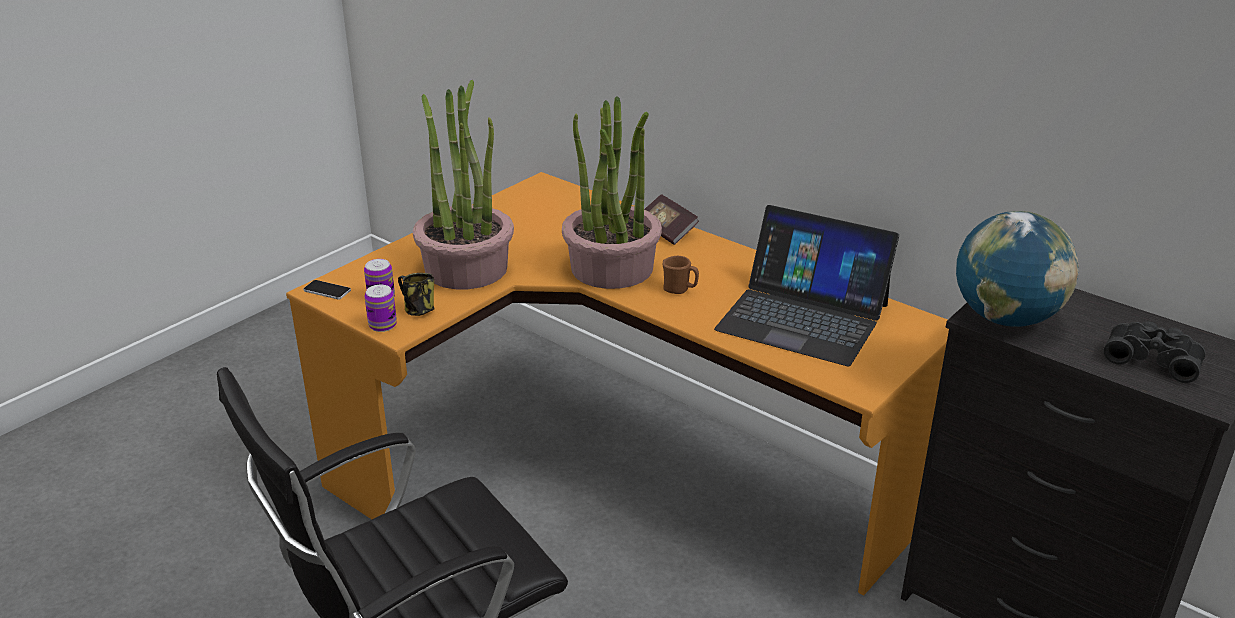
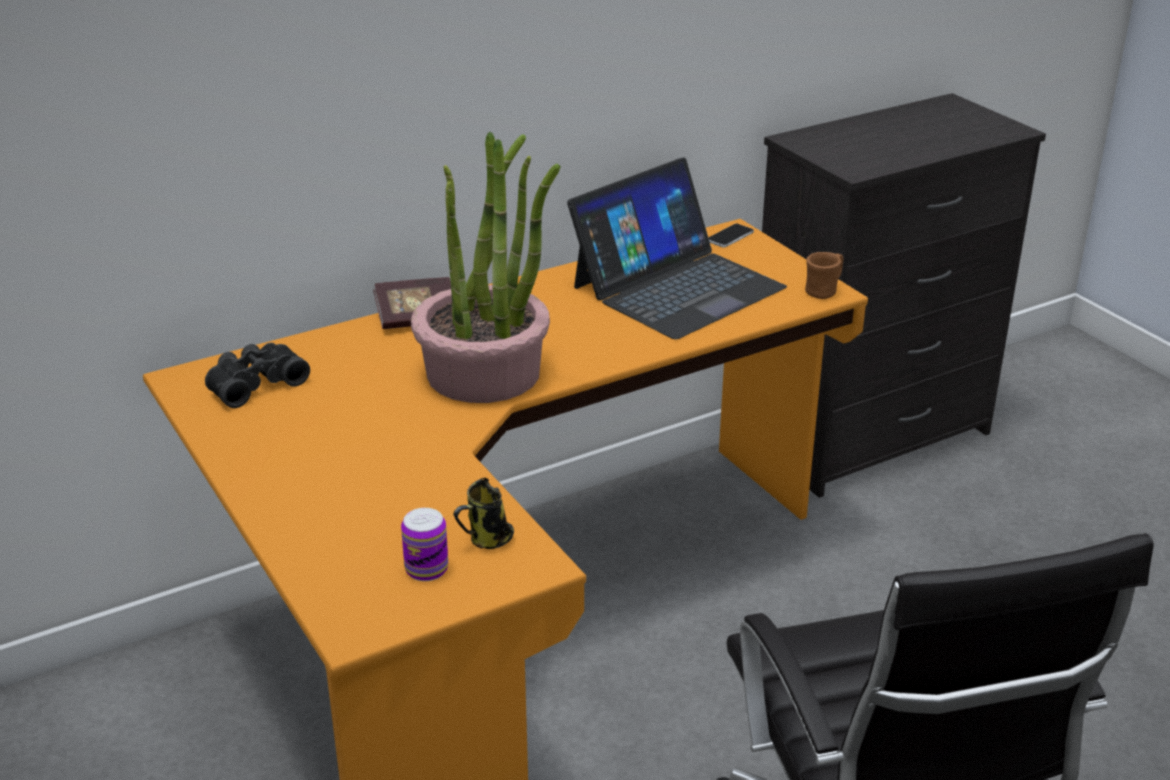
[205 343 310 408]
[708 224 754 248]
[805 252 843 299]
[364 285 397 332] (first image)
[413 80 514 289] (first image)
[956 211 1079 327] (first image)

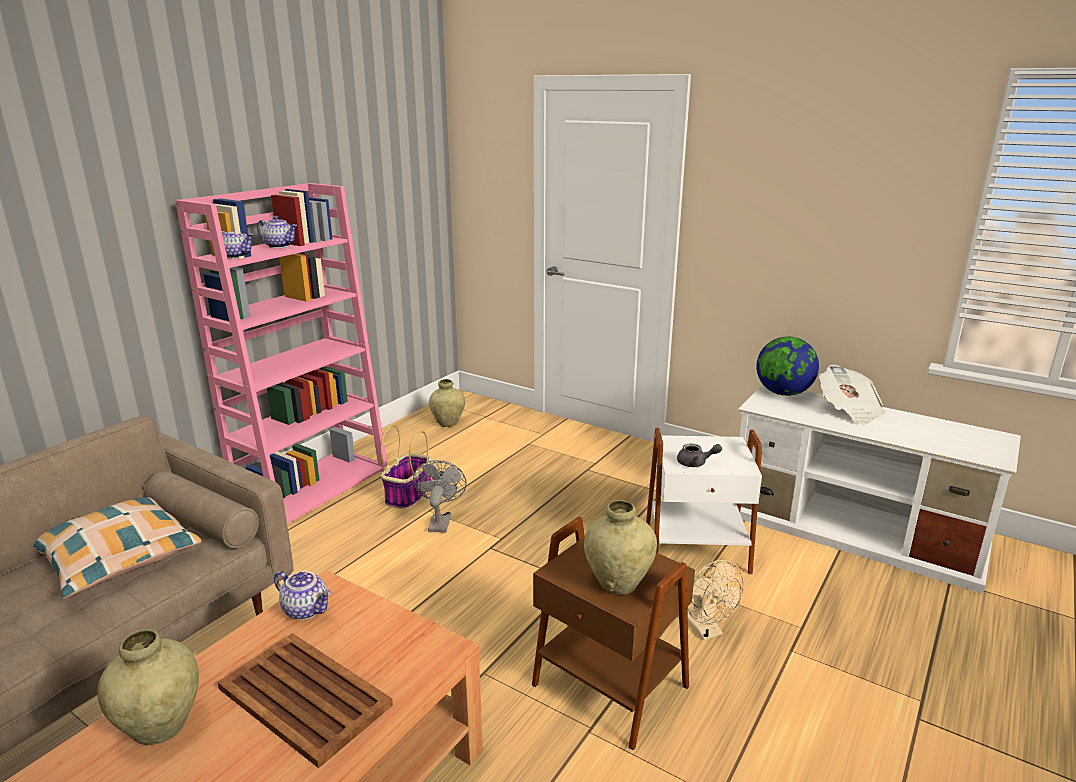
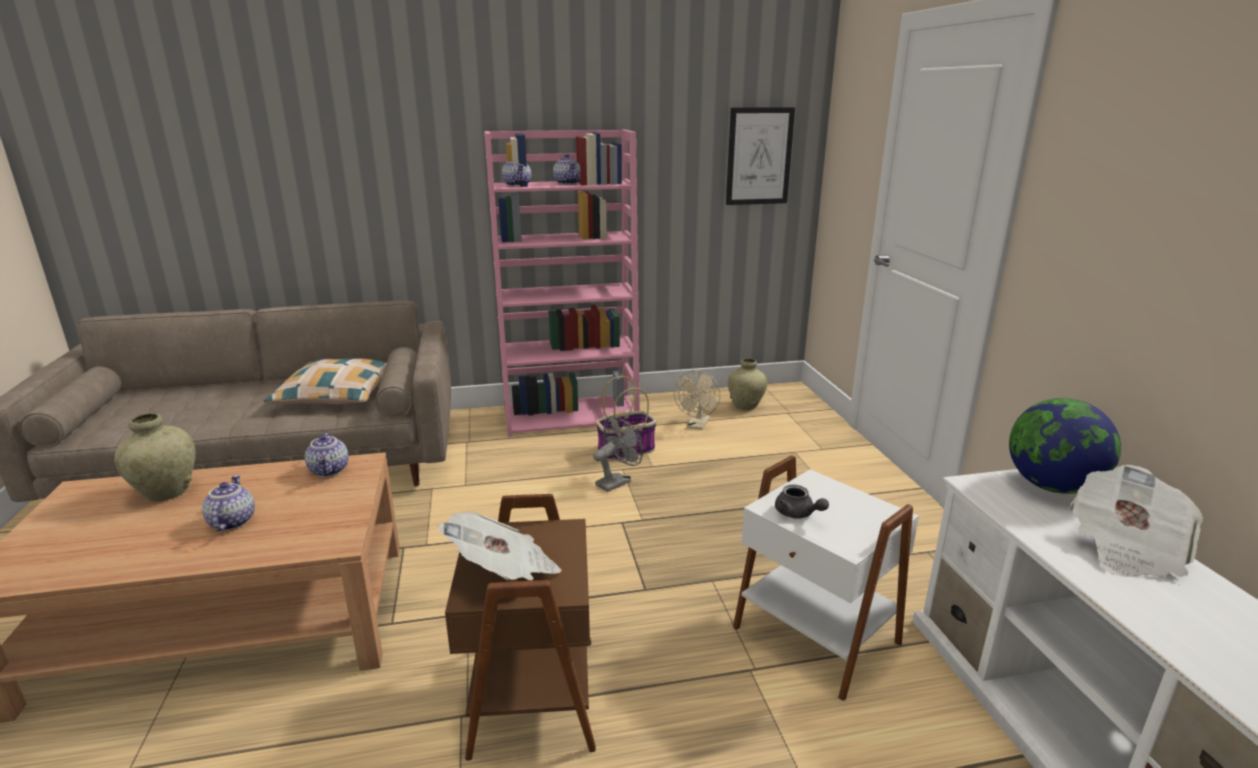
[202 475 255 531]
[437 512 562 581]
[674 370 720 430]
[726 107 795 205]

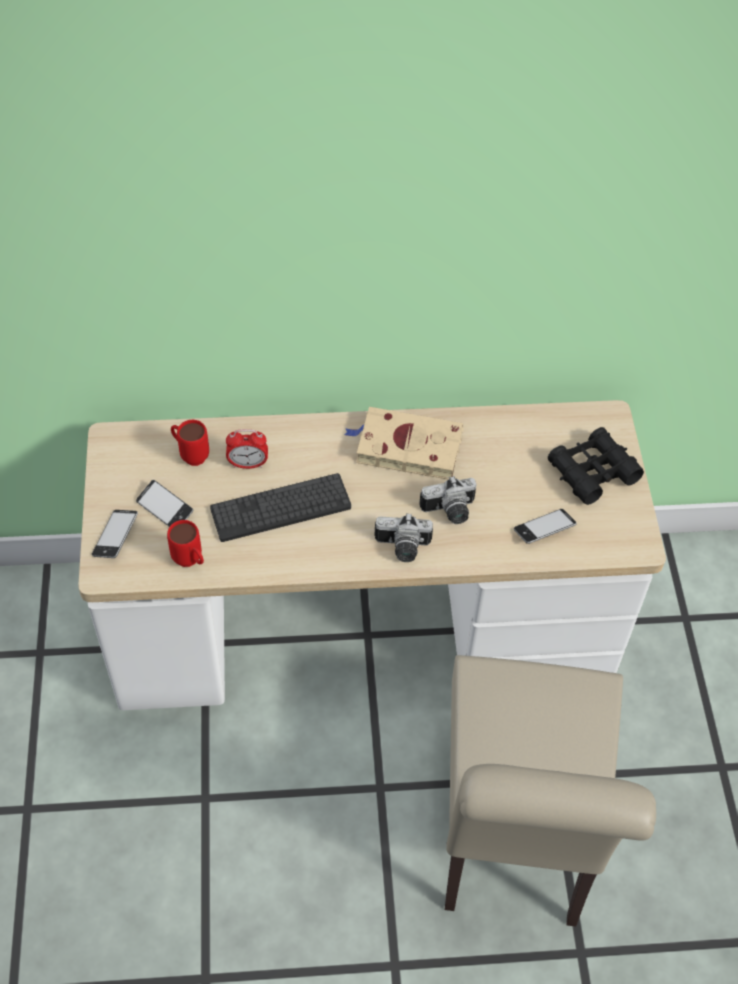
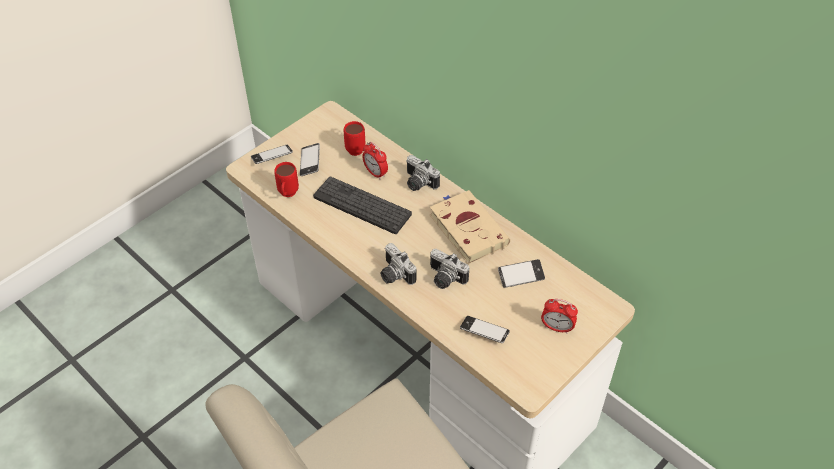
[406 155 440 191]
[498 259 545 288]
[541 299 578 333]

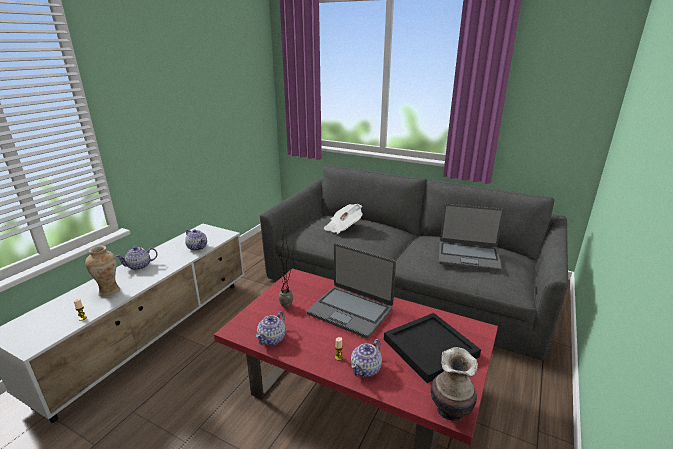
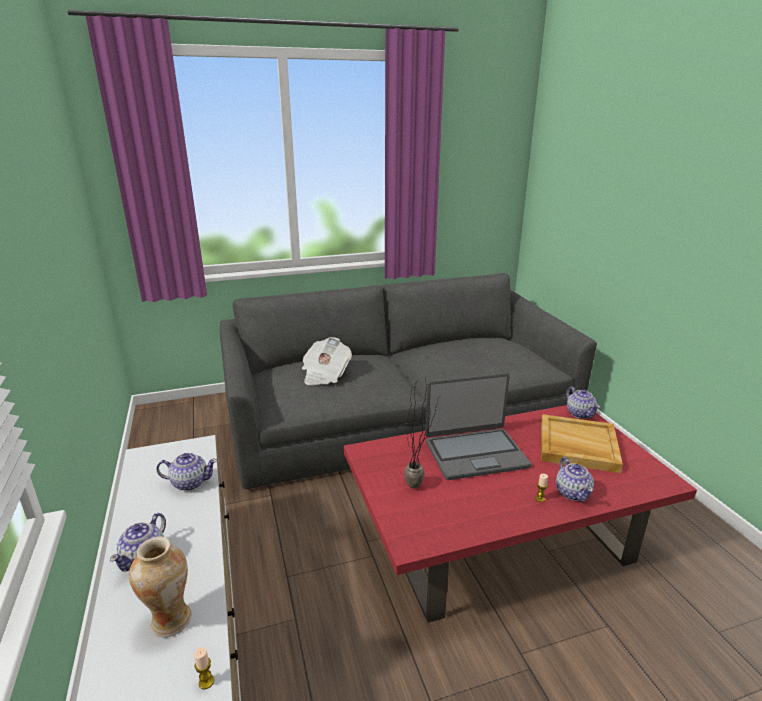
[541 414 623 473]
[566 387 600 419]
[430 347 478 421] (first image)
[439 204 504 271] (first image)

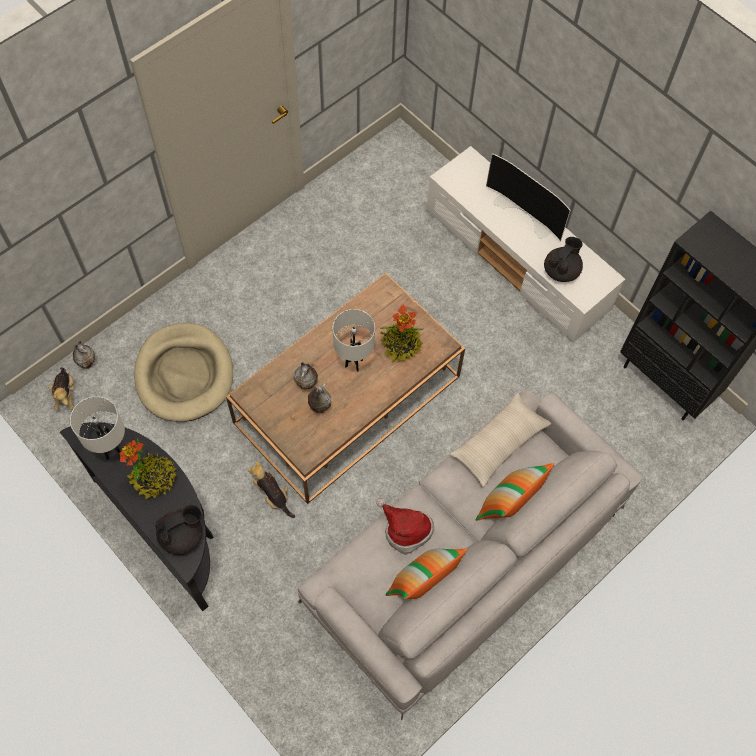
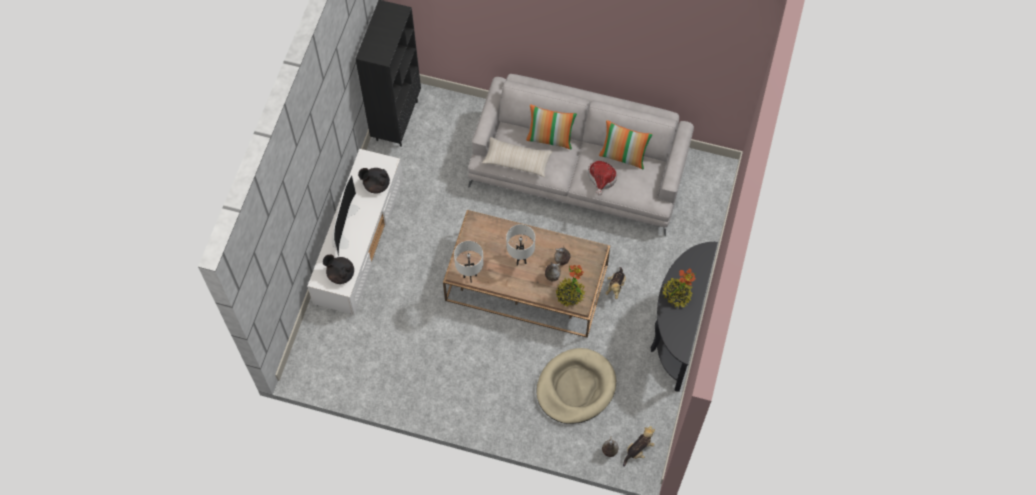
[323 254 354 284]
[454 241 483 283]
[555 265 585 307]

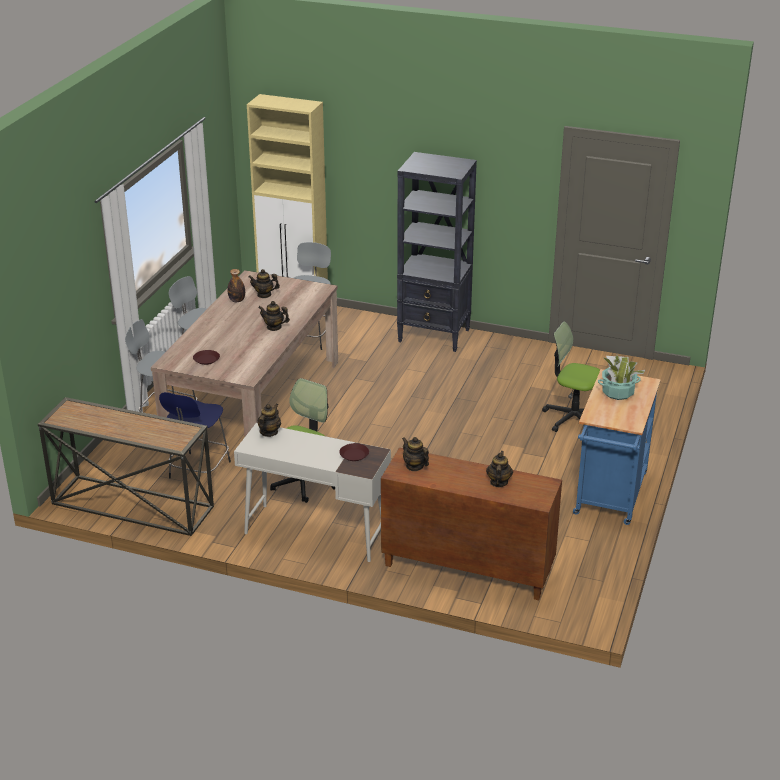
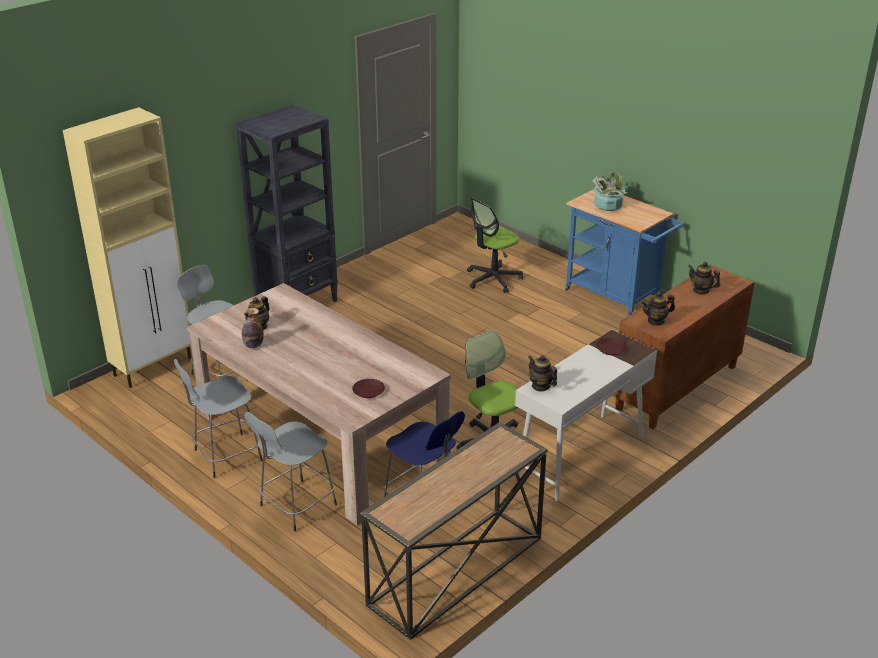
[258 301 290 331] (first image)

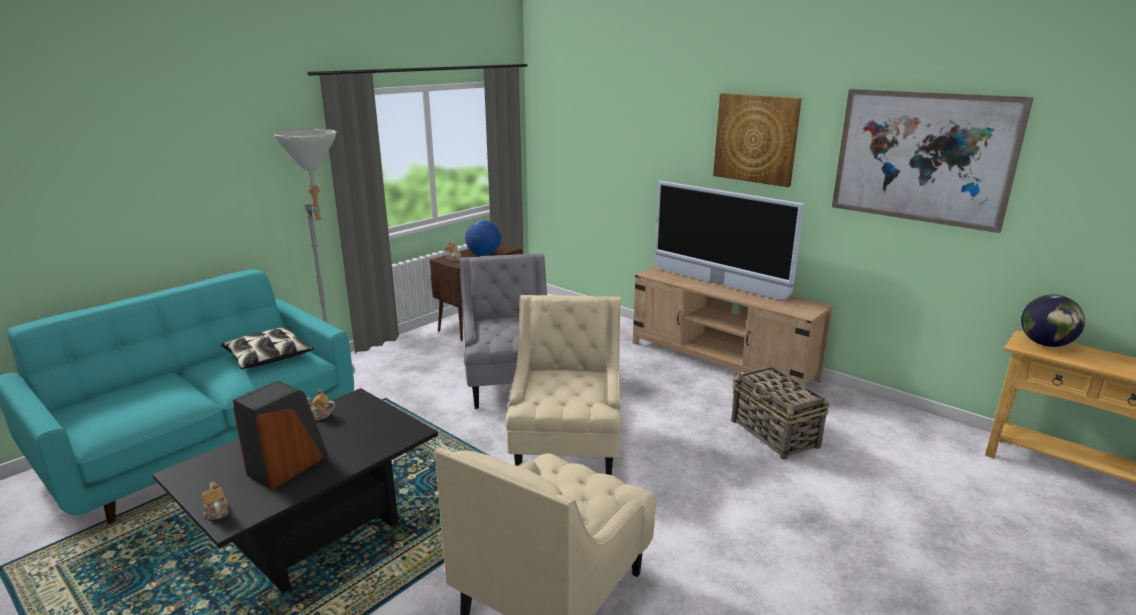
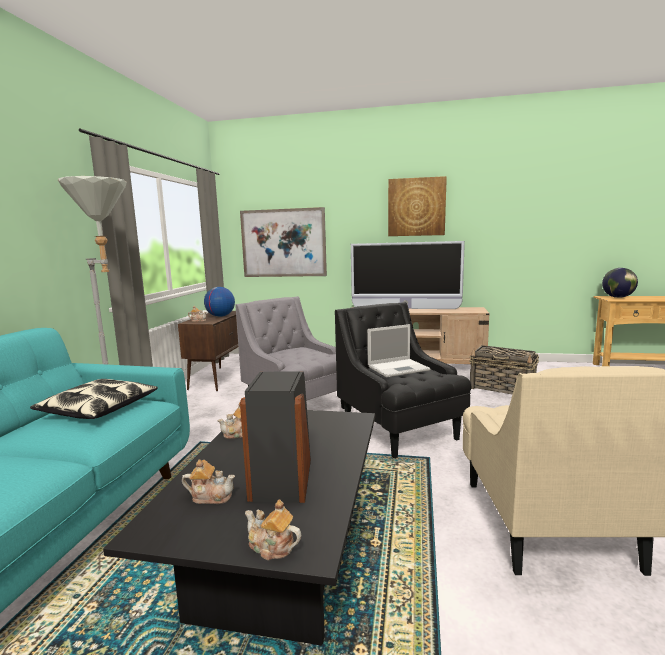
[182 459 235 504]
[240 207 327 277]
[335 302 472 458]
[367 324 430 377]

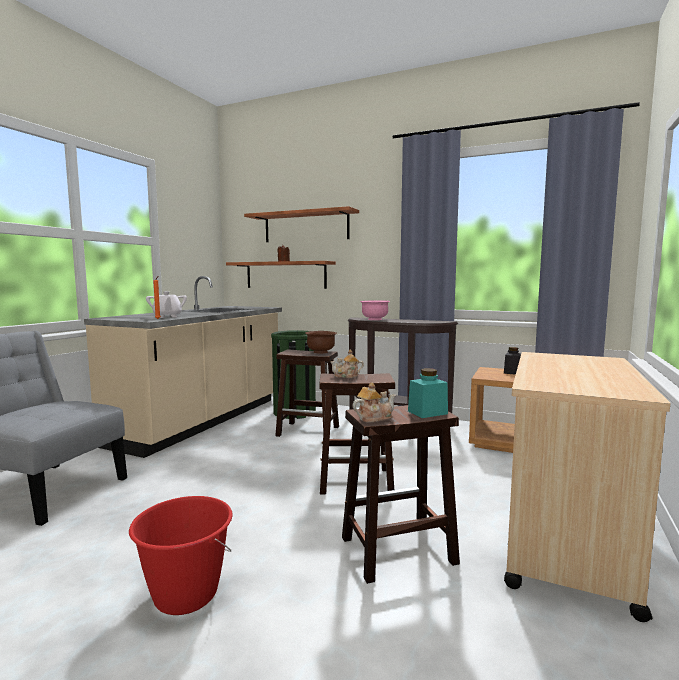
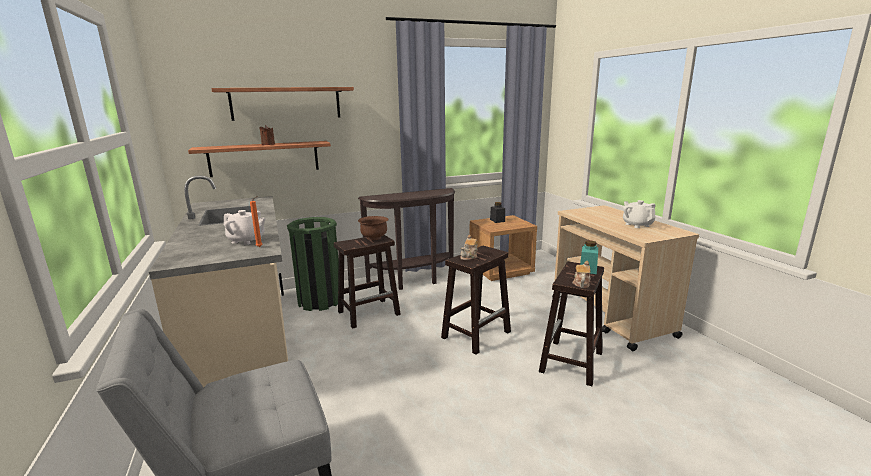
[623 200 656 228]
[129 496 233 615] (first image)
[360 300 390 320] (first image)

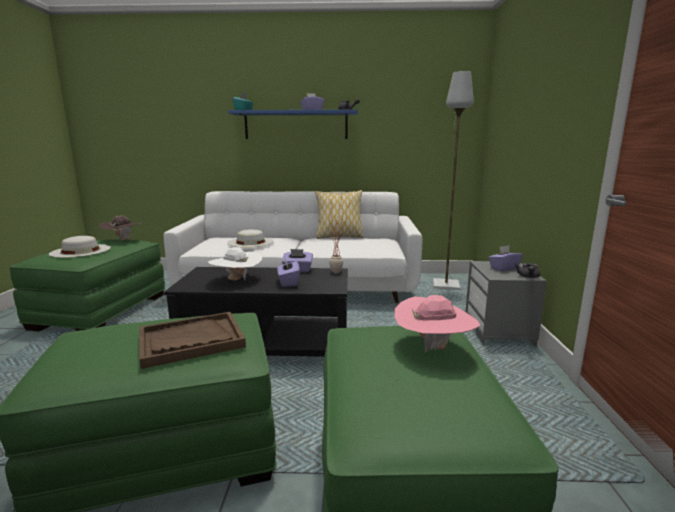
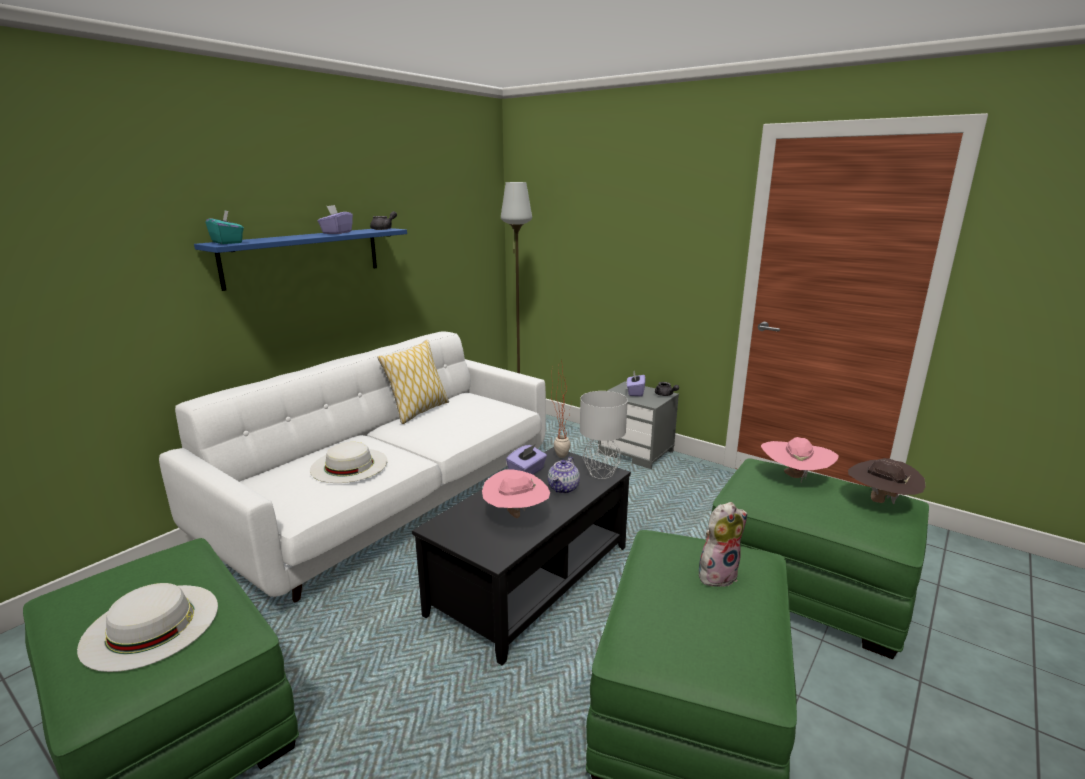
[482 469 550 518]
[548 457 580 494]
[580 391 628 479]
[699 502 747 587]
[848 458 926 504]

